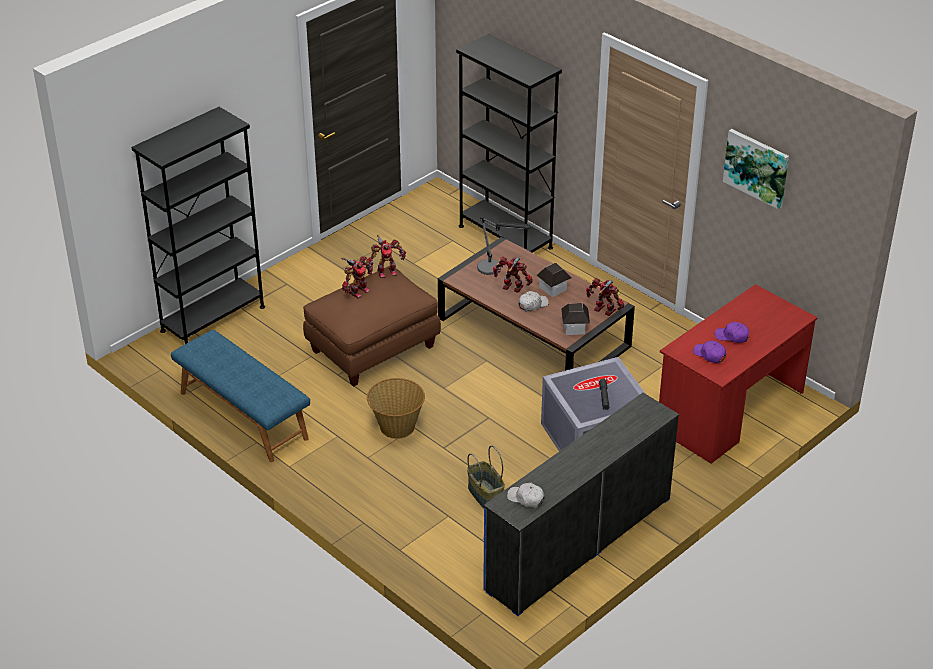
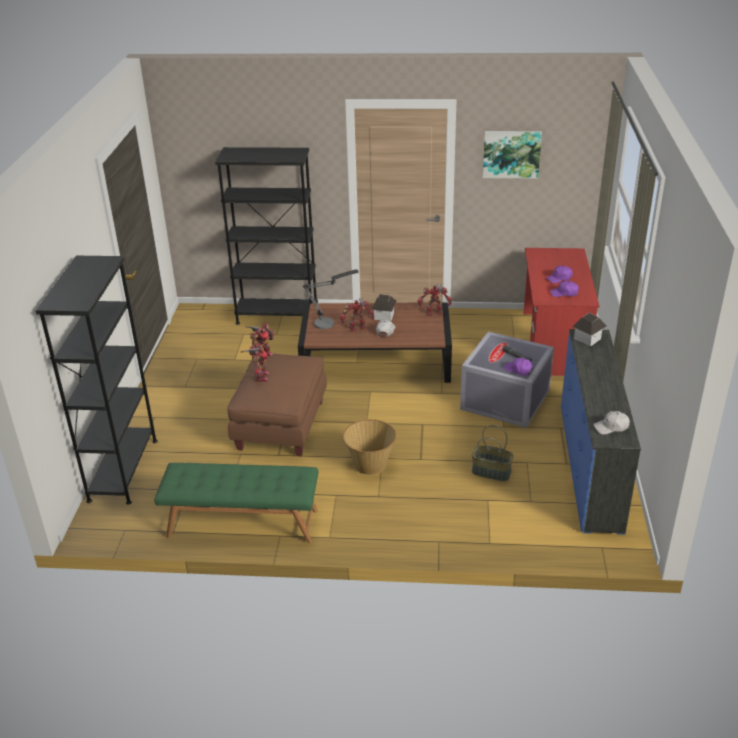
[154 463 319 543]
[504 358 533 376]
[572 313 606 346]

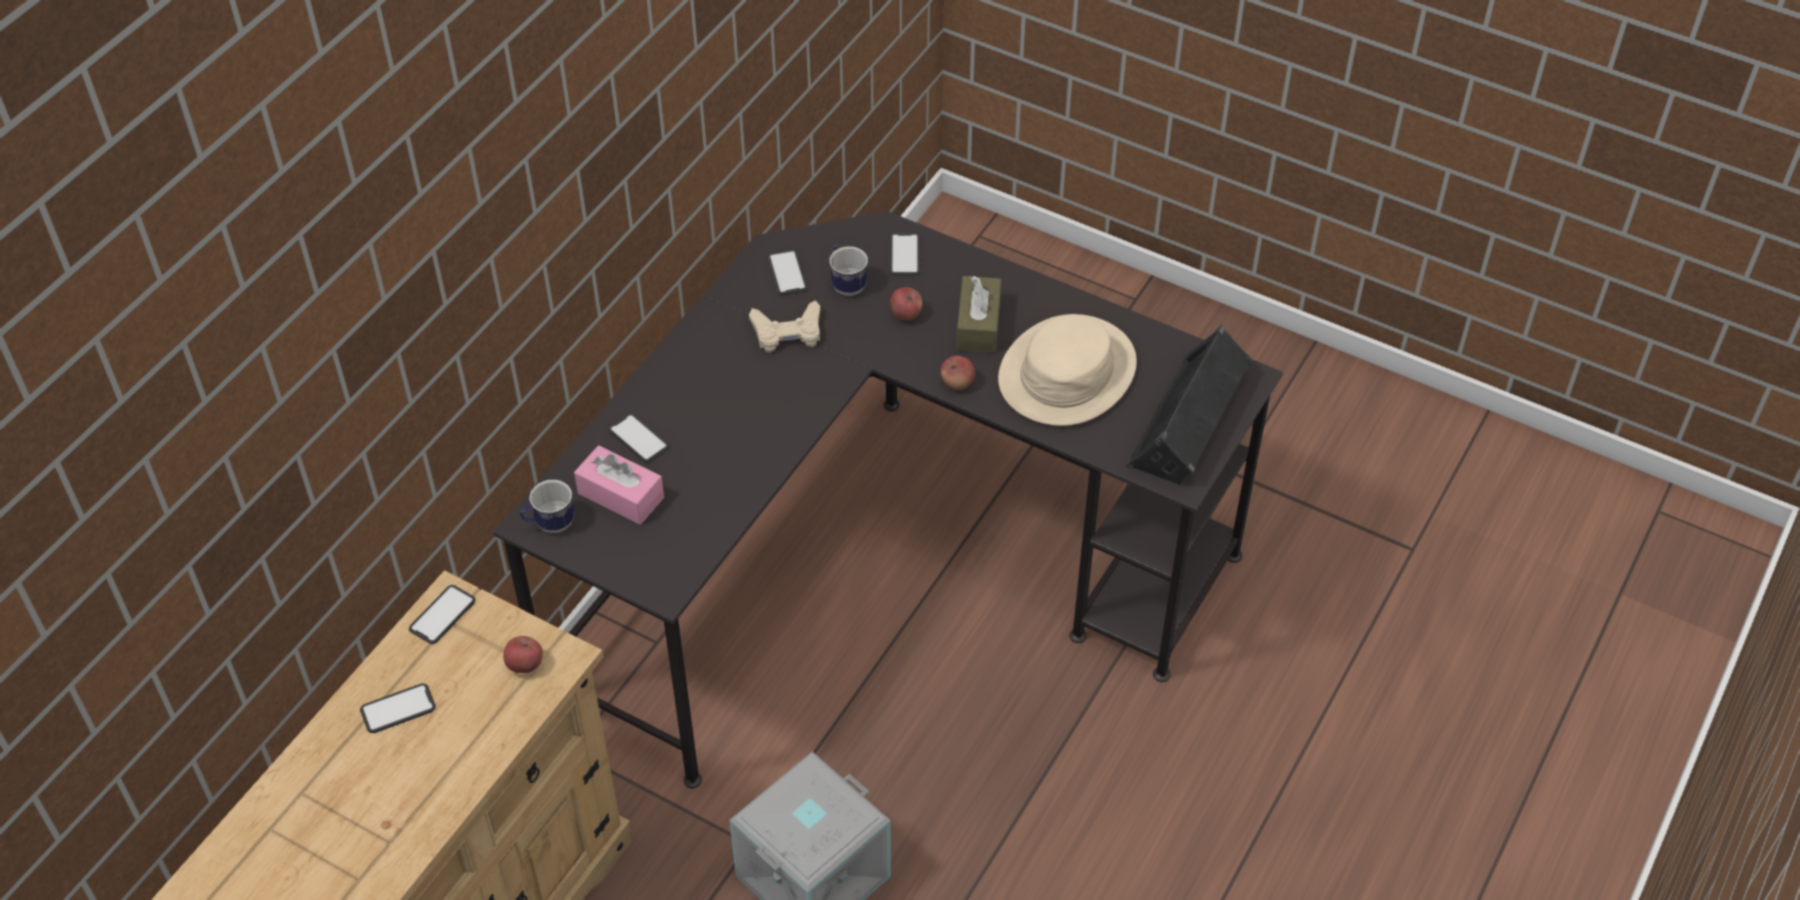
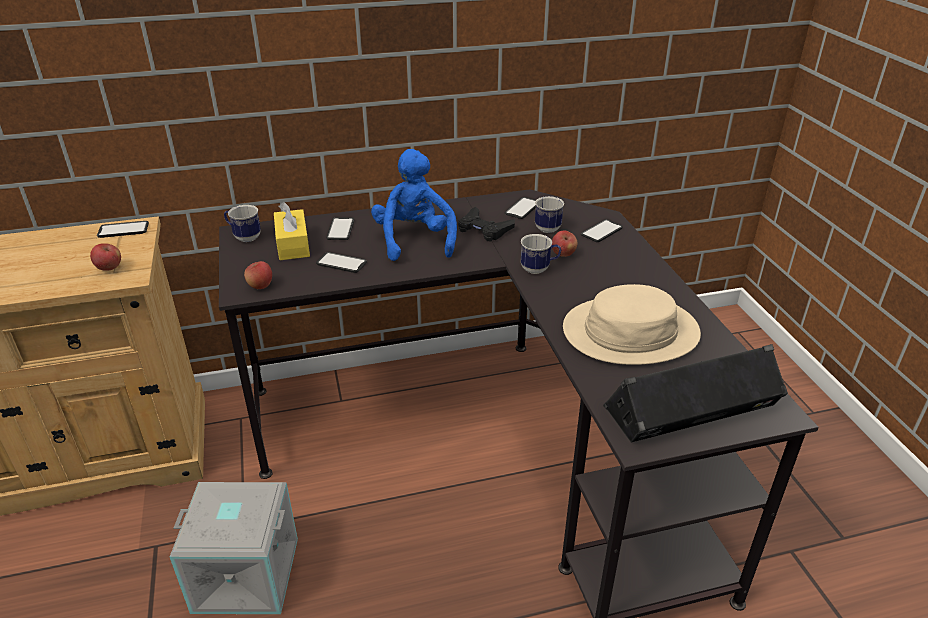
[244 261 272 289]
[274 202 310 260]
[316 252 367 273]
[371 149 457 261]
[458 207 515 241]
[521 234 561 274]
[957 276 1001 353] (first image)

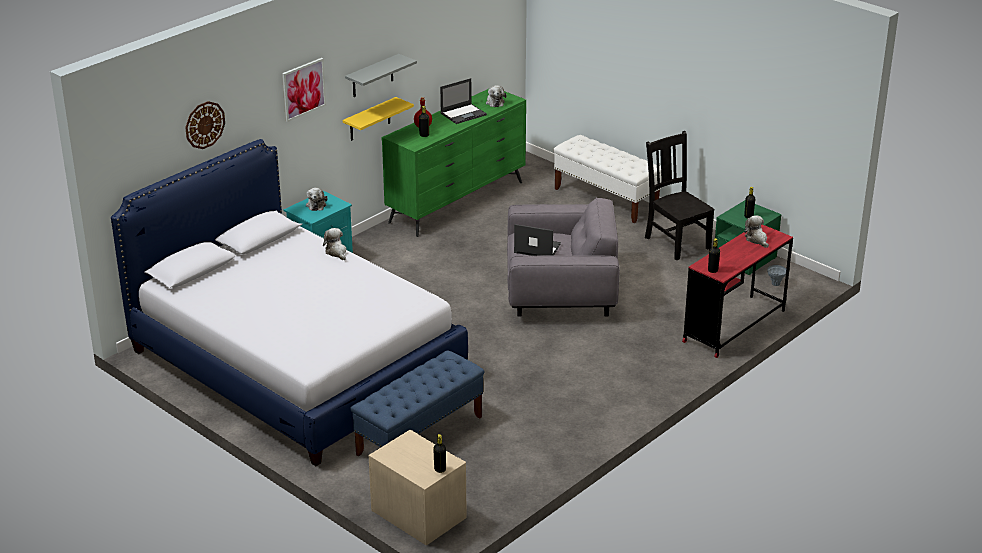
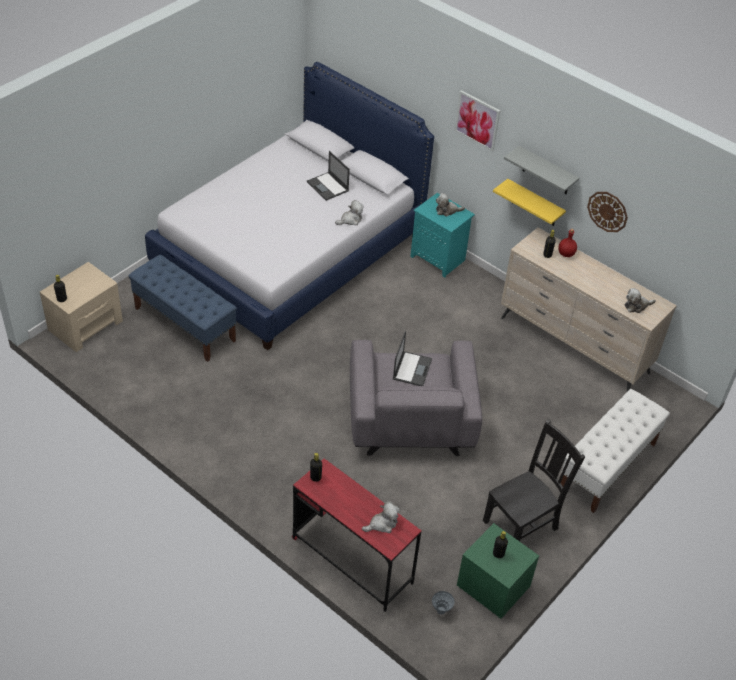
[307 151 350 201]
[501 227 677 391]
[587 192 628 232]

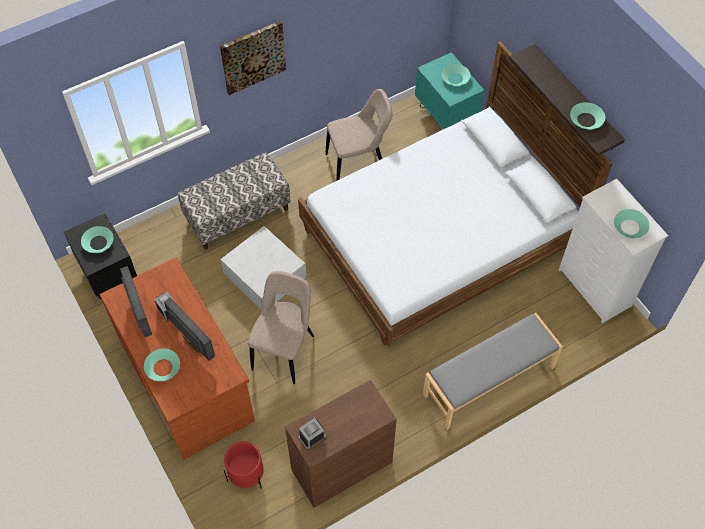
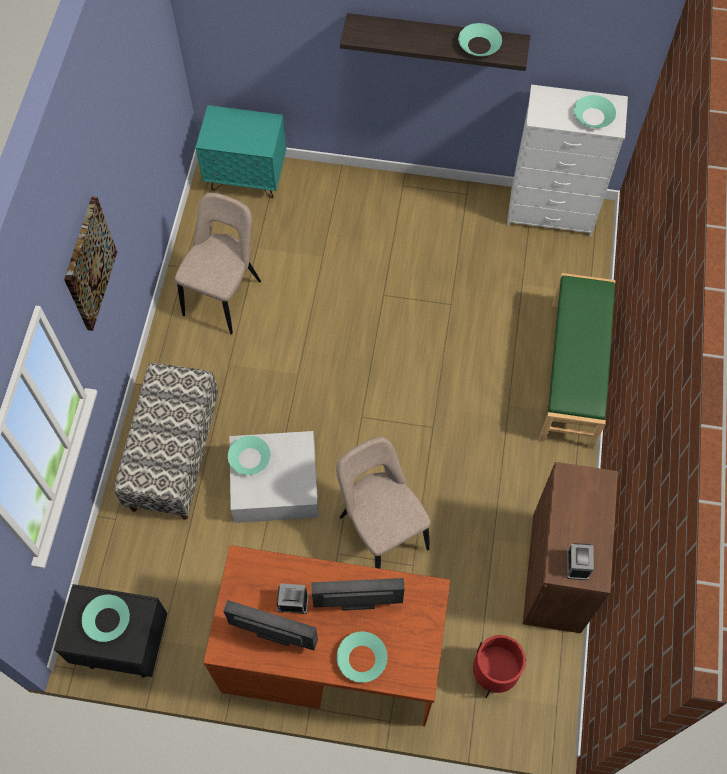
[228 436 270 475]
[539 273 615 449]
[298 41 613 346] (first image)

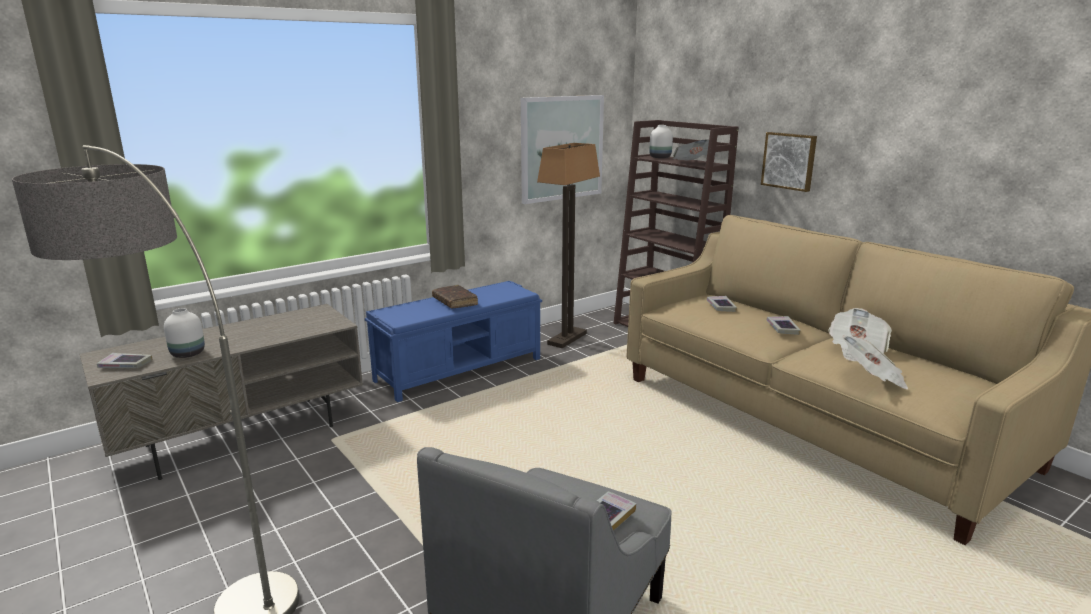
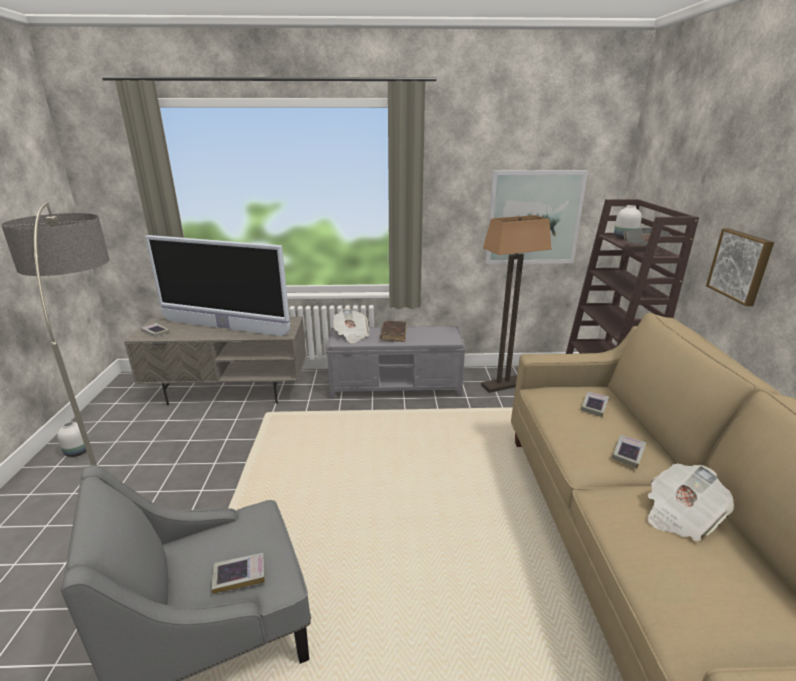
[57 421 90 457]
[145 235 290 336]
[326 326 466 399]
[333 309 369 343]

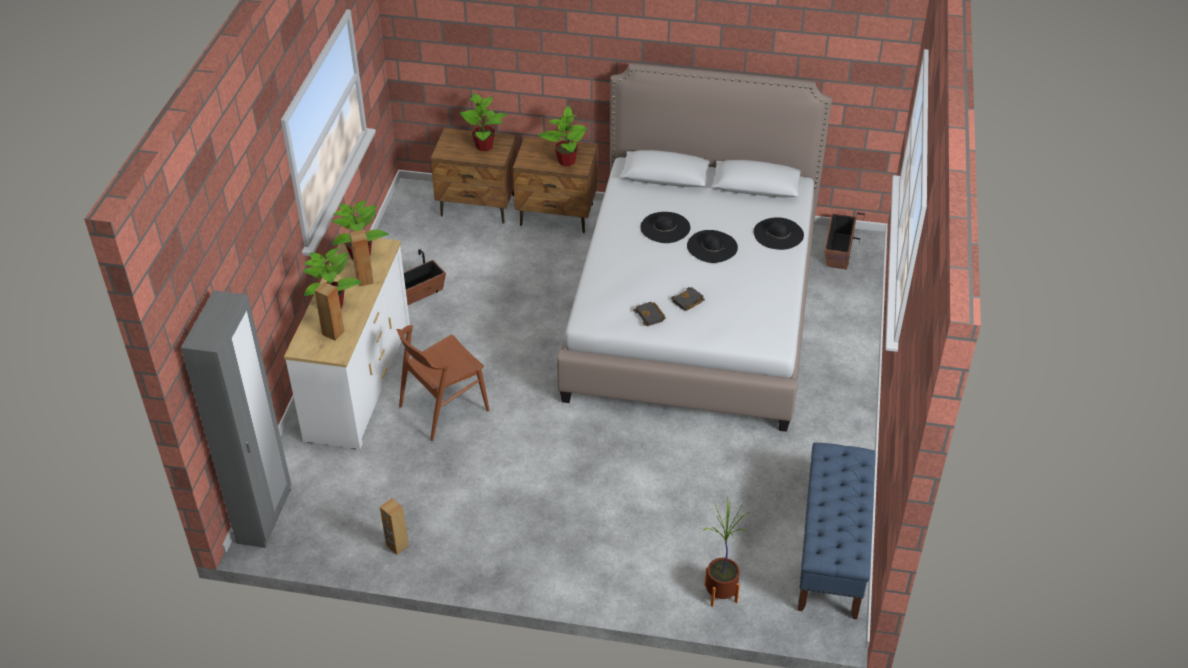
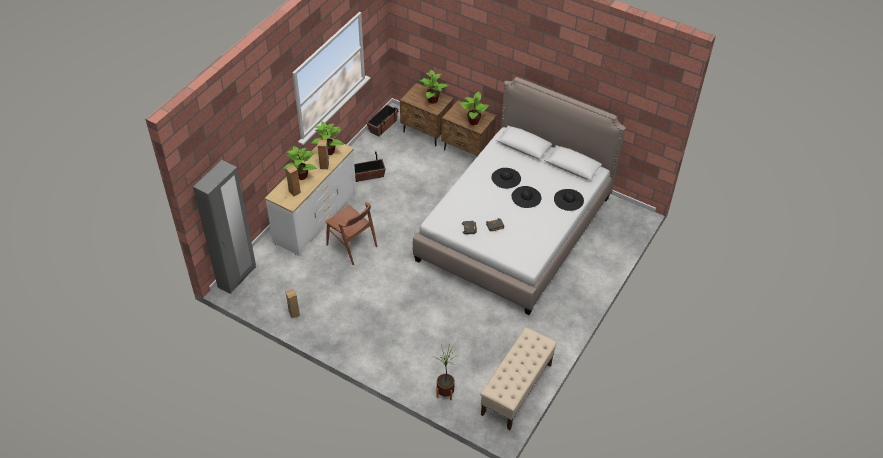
[326 202 377 265]
[366 105 398 137]
[481 328 557 430]

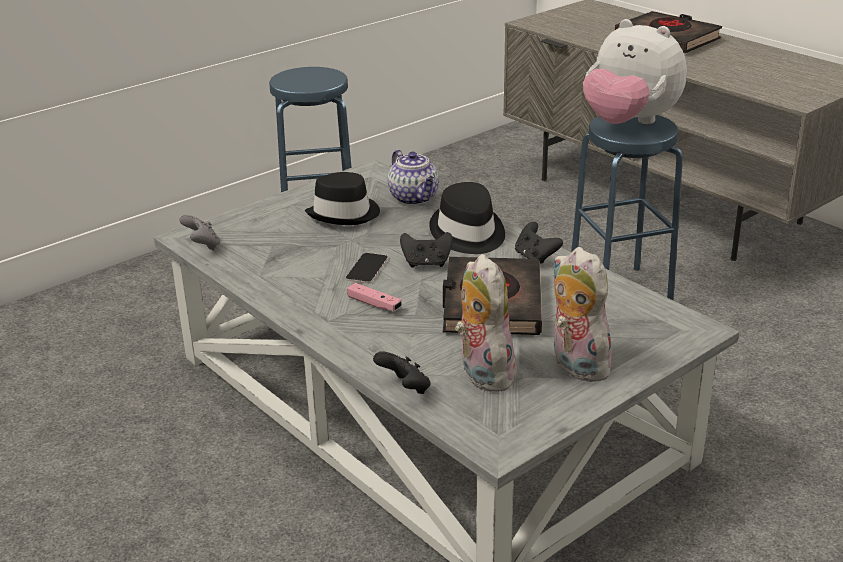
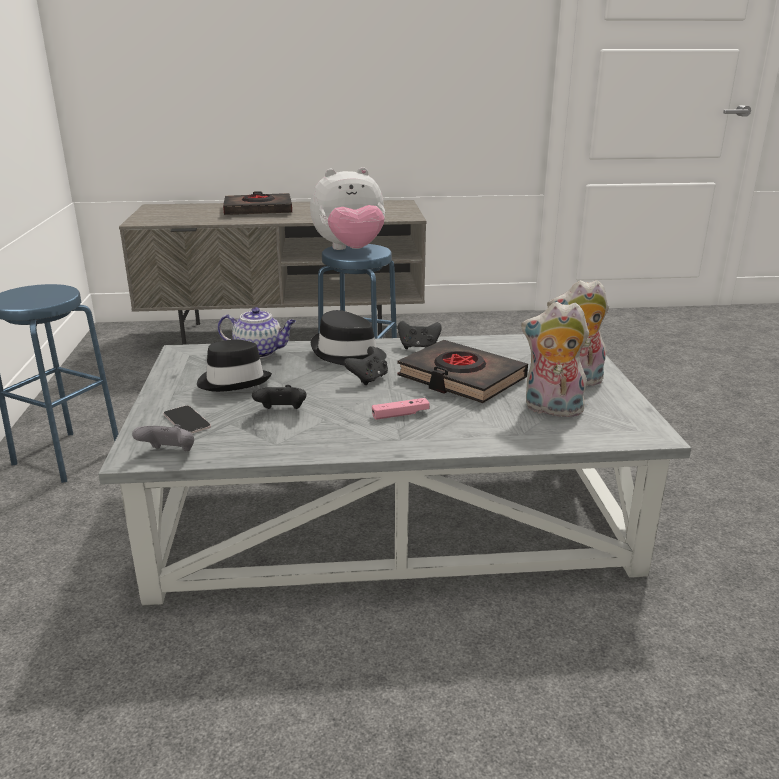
[163 405 211 433]
[252 385 306 409]

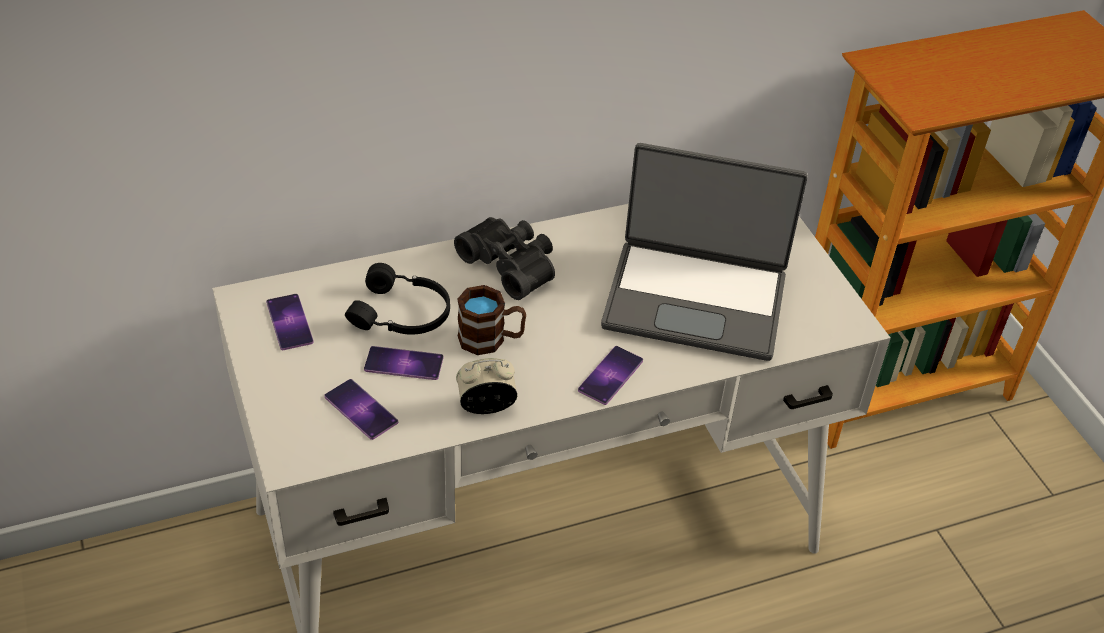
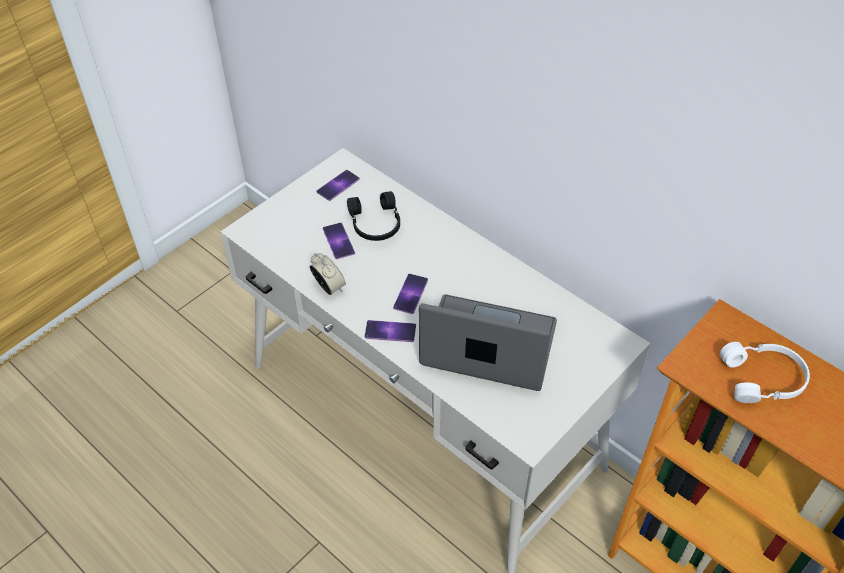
[393 274 428 314]
[419 294 557 391]
[720 342 810 403]
[454 217 555 300] (first image)
[458 285 526 355] (first image)

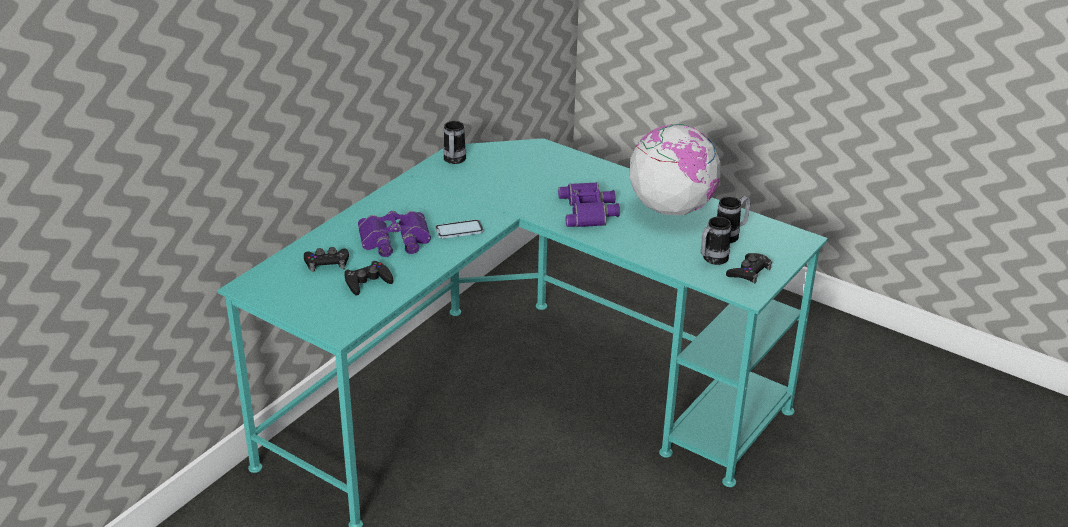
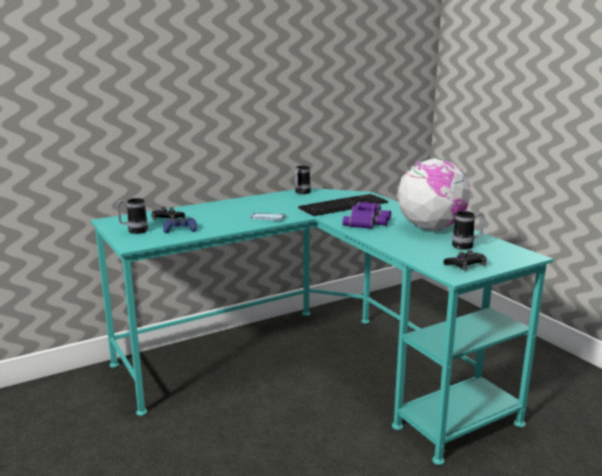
[117 198 148 234]
[163 217 197 233]
[298 194 388 216]
[358 211 431 257] (first image)

